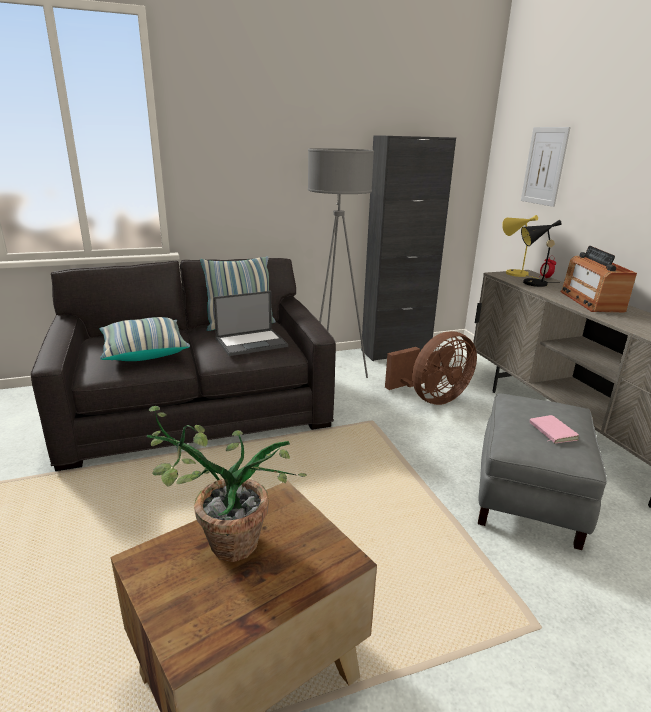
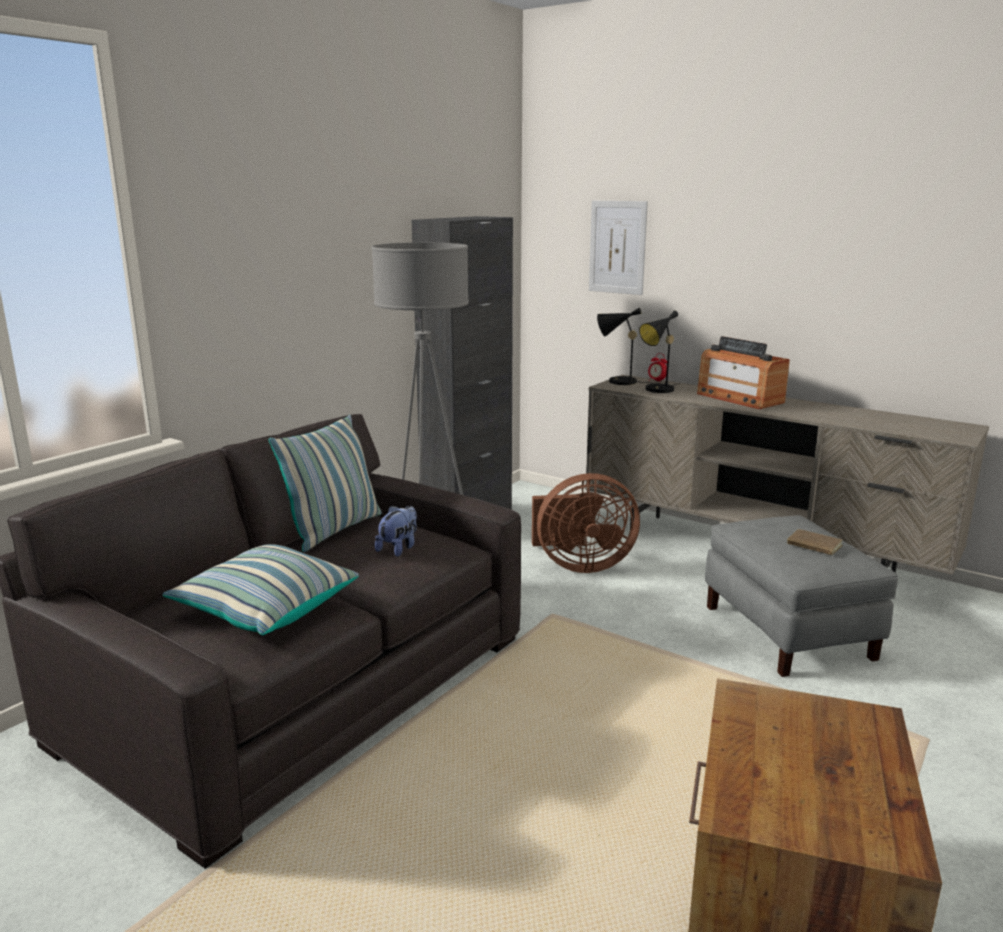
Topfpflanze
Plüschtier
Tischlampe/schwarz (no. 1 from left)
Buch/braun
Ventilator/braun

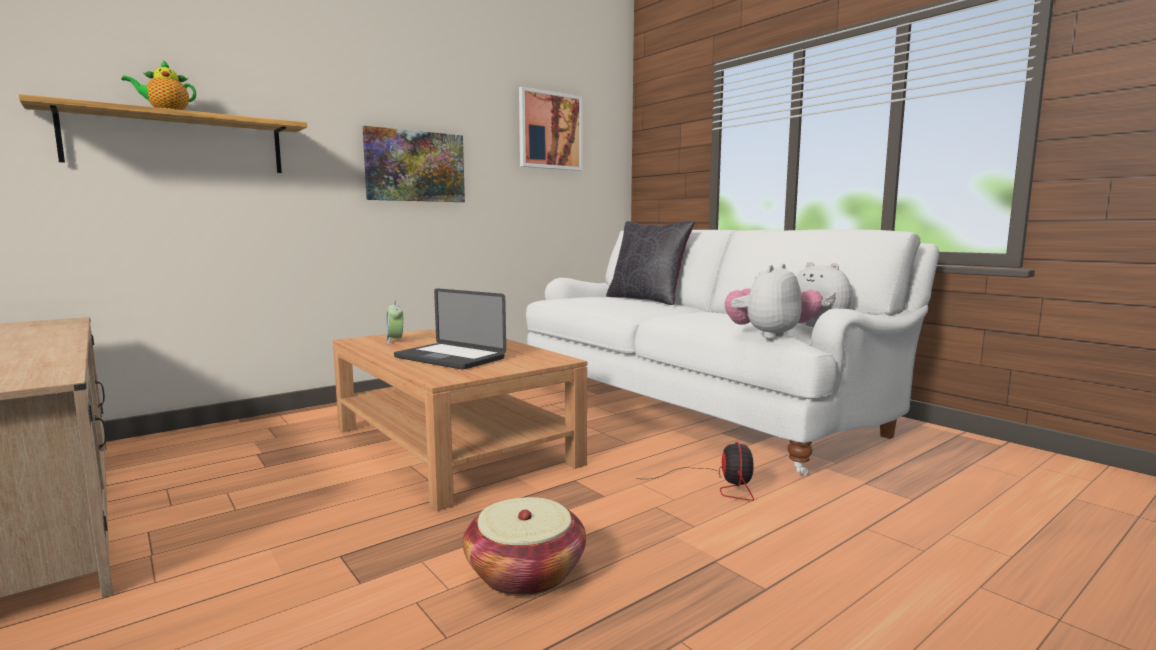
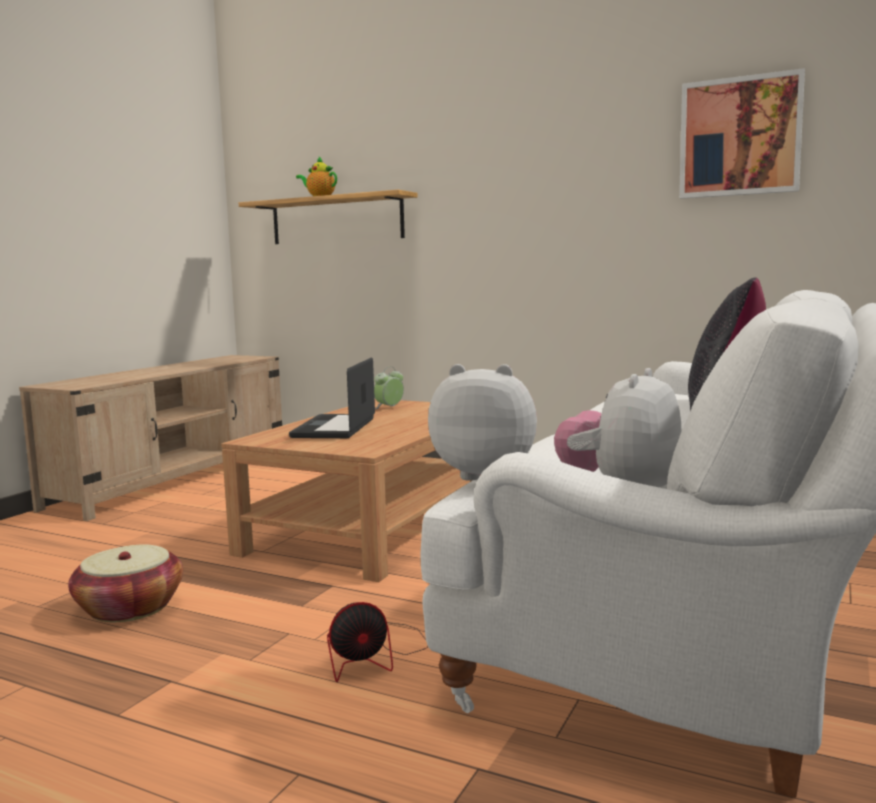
Bild (no. 1 from left in the first image)

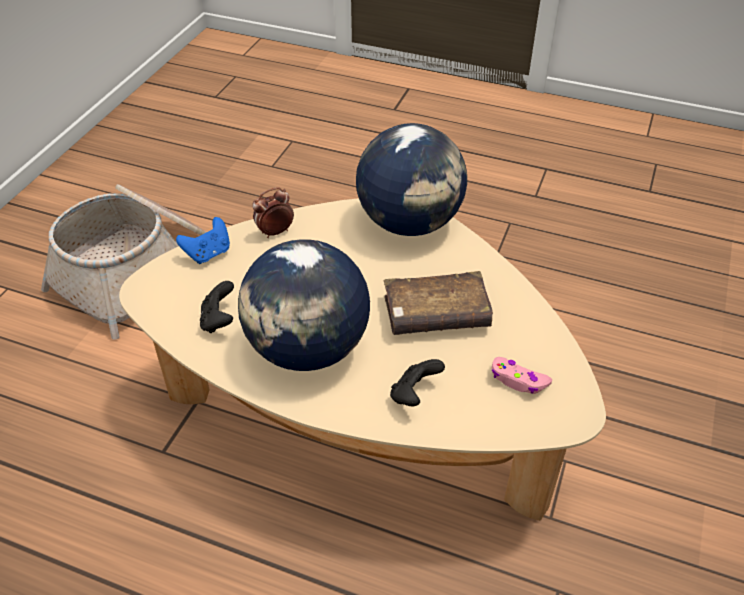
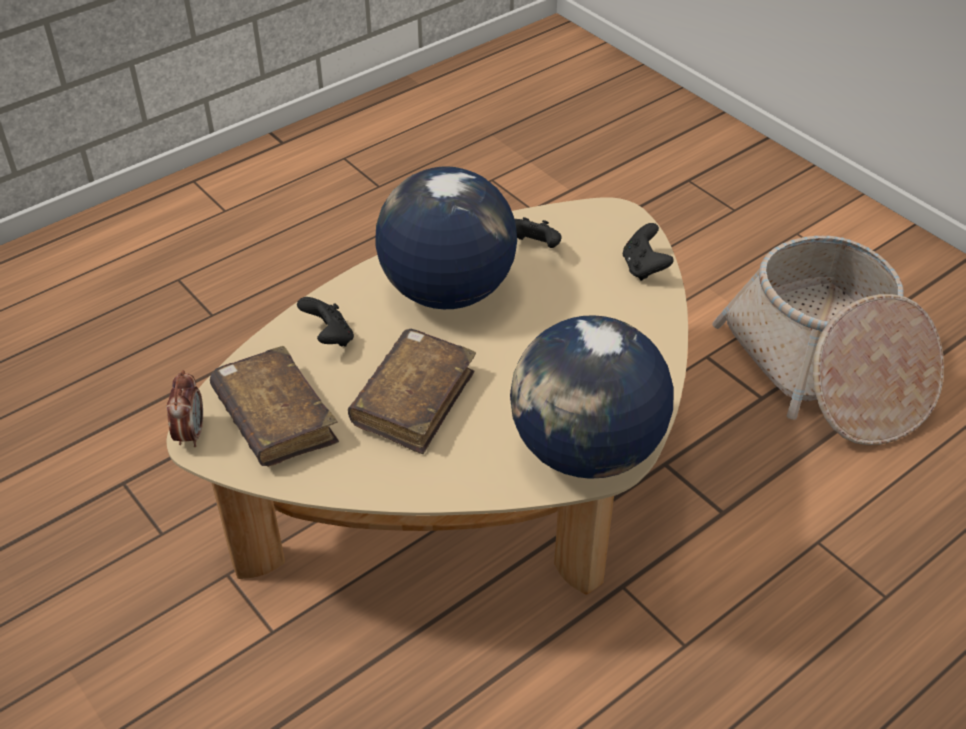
Wecker
Buch/braun (no. 1 from left)
Gamepad/schwarz (no. 3 from left)

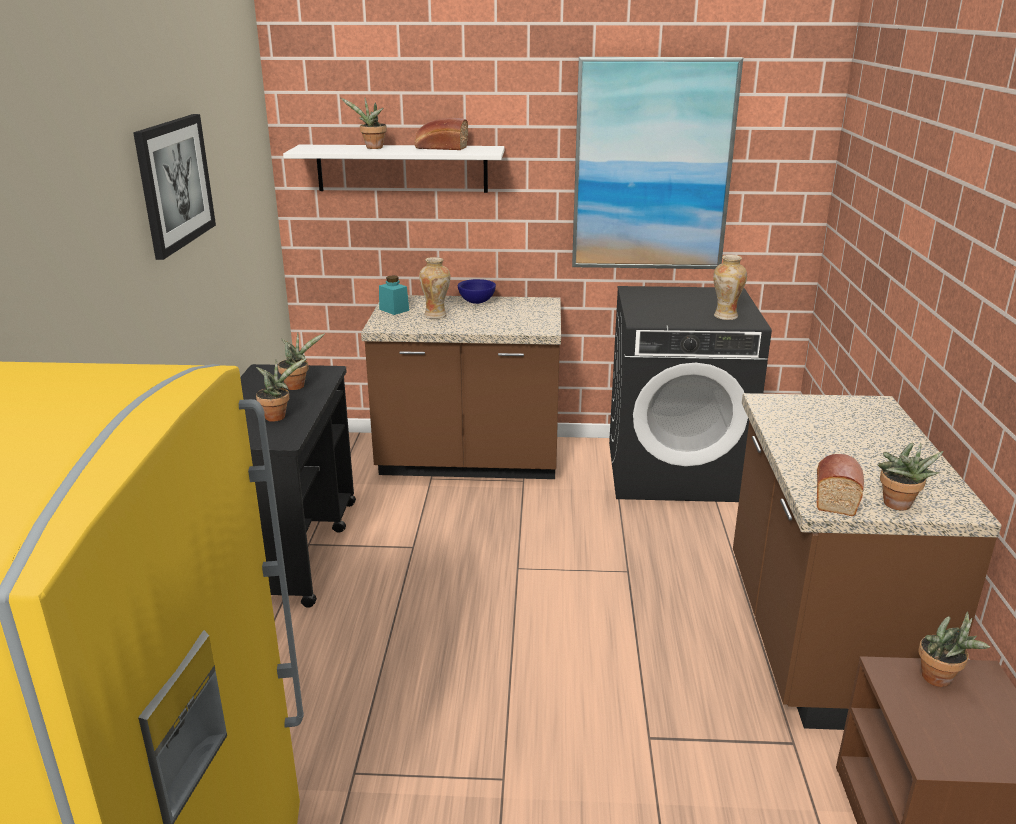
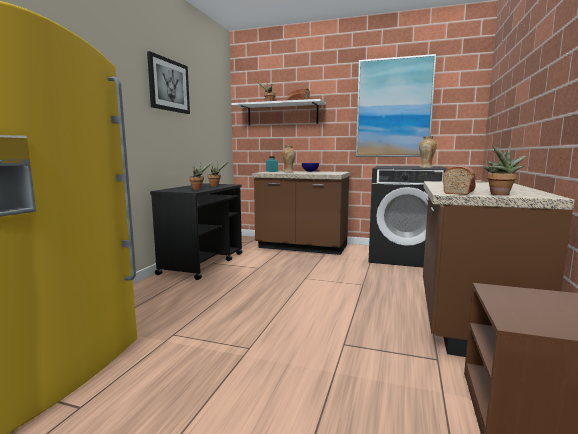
Topfpflanze (no. 5 from left in the first image)

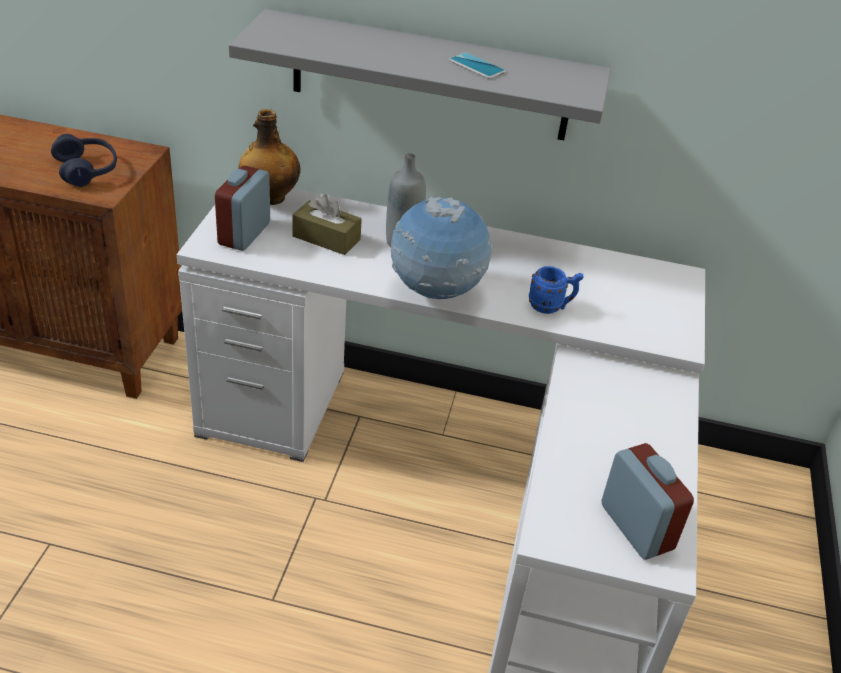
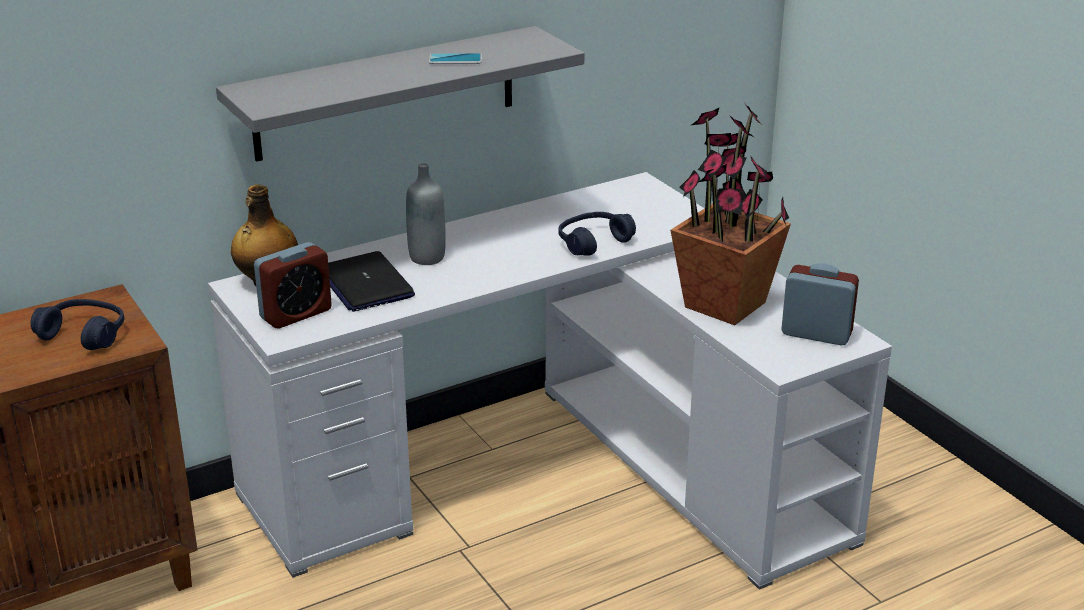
Globus
Topfpflanze
Laptop
Kopfhörer/blau (no. 2 from left)
Wecker (no. 1 from left)

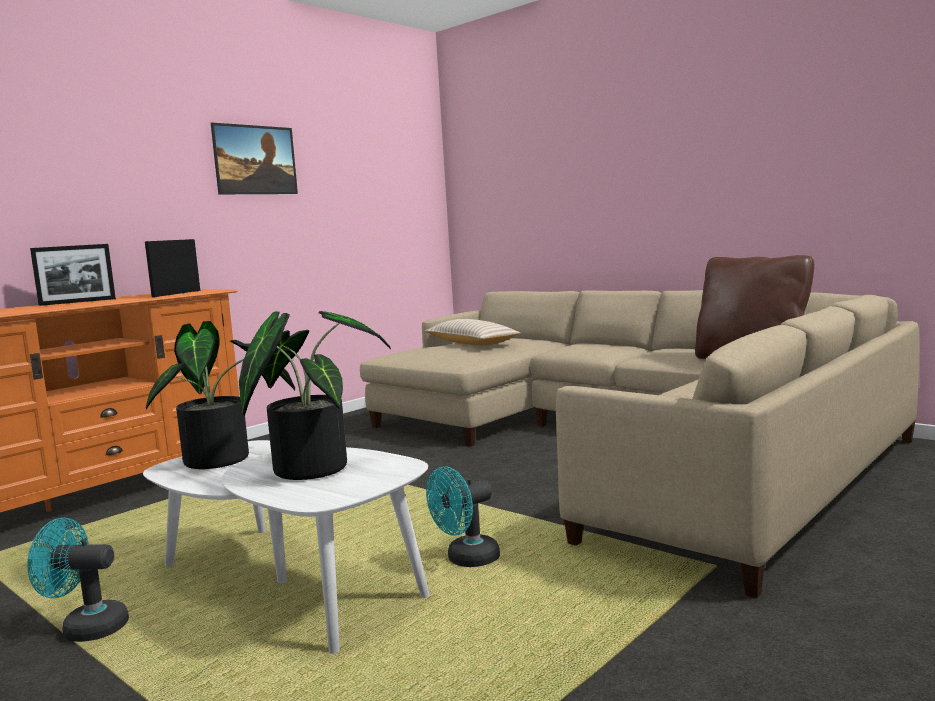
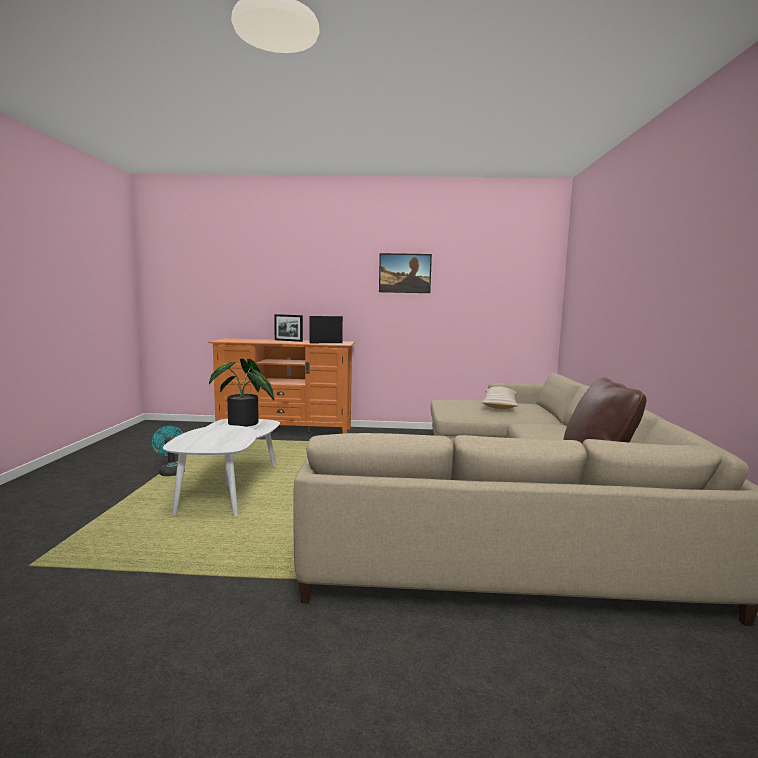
Topfpflanze (no. 2 from left in the first image)
Ventilator/türkis (no. 2 from left in the first image)

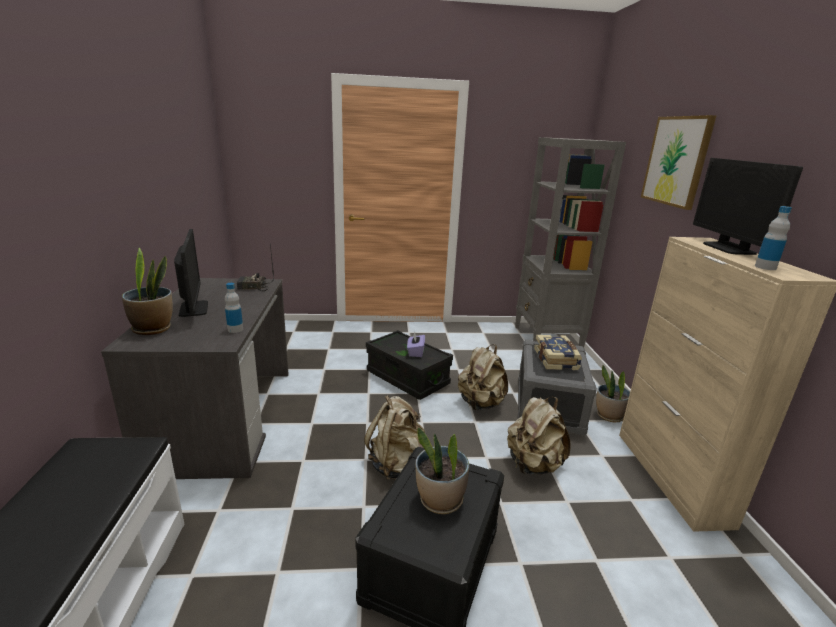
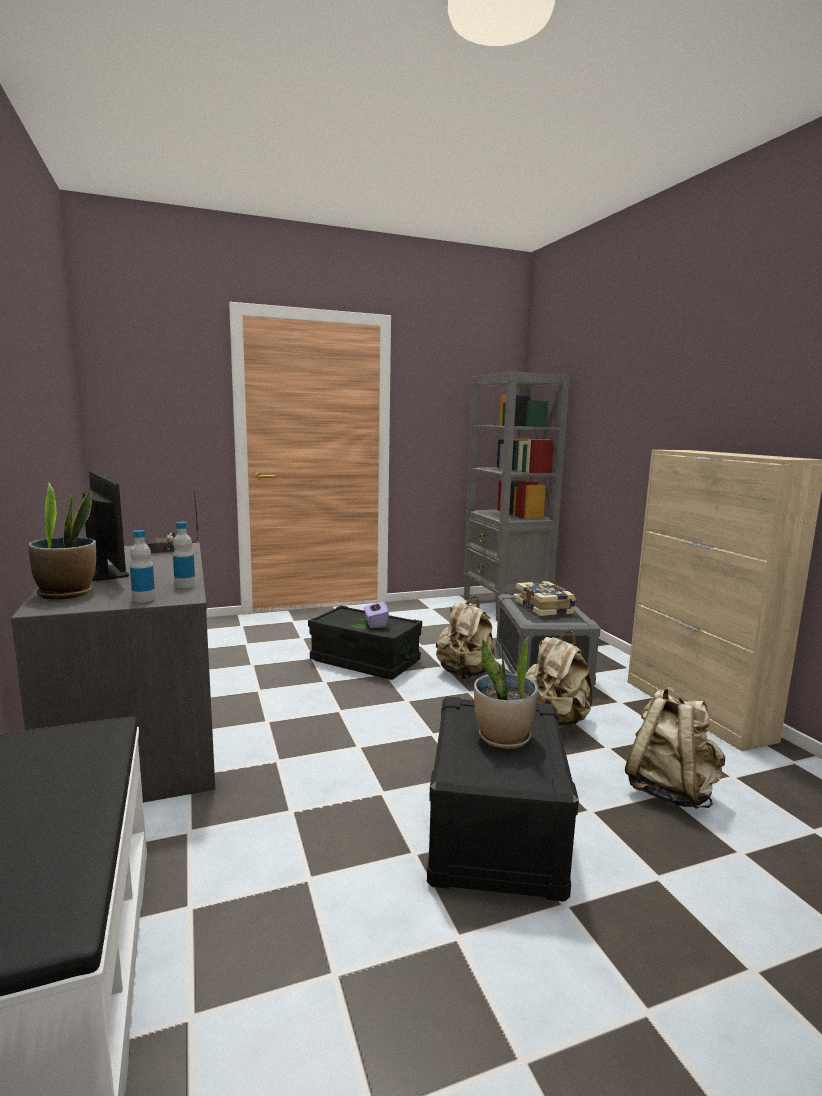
Topfpflanze (no. 3 from left in the first image)
Bild
Monitor (no. 2 from left in the first image)
Rucksack/beige (no. 3 from left)
Flasche (no. 1 from left)

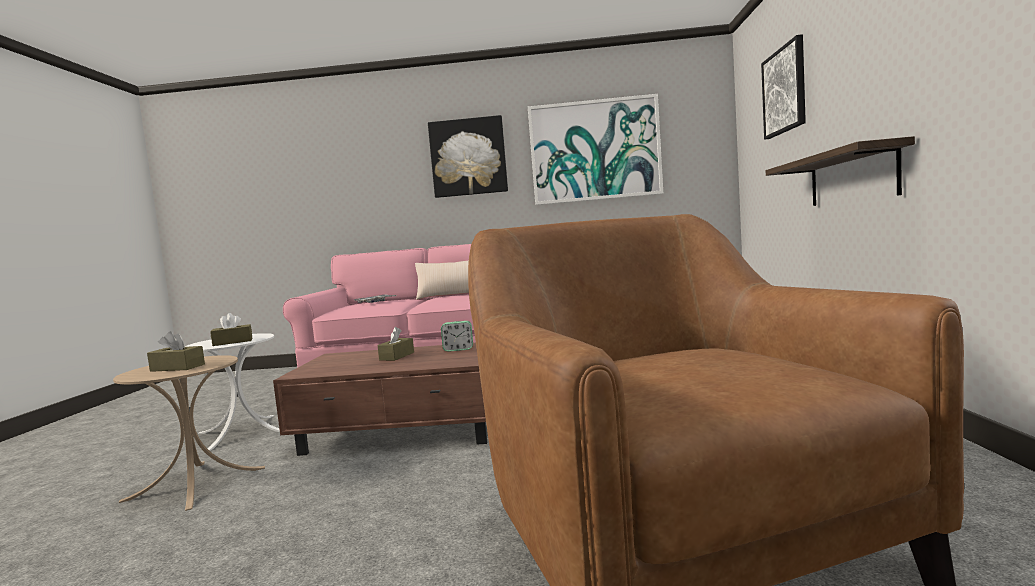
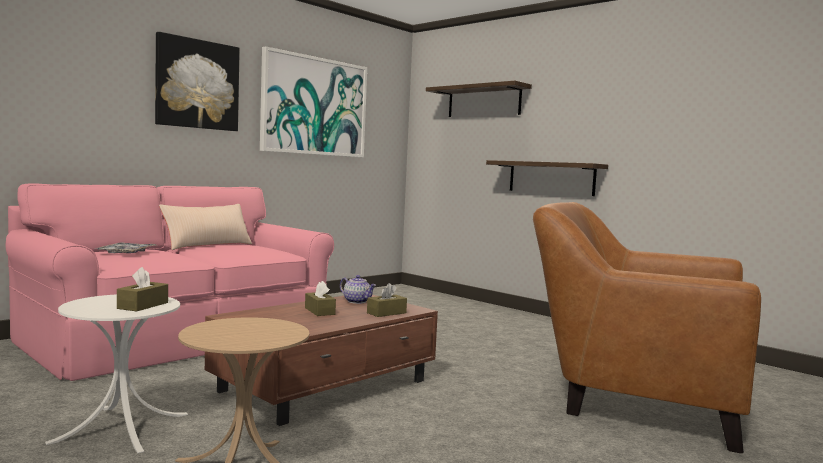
Taschentuchbox/braun (no. 3 from left)
Teekanne
Wandregal (no. 1 from left)

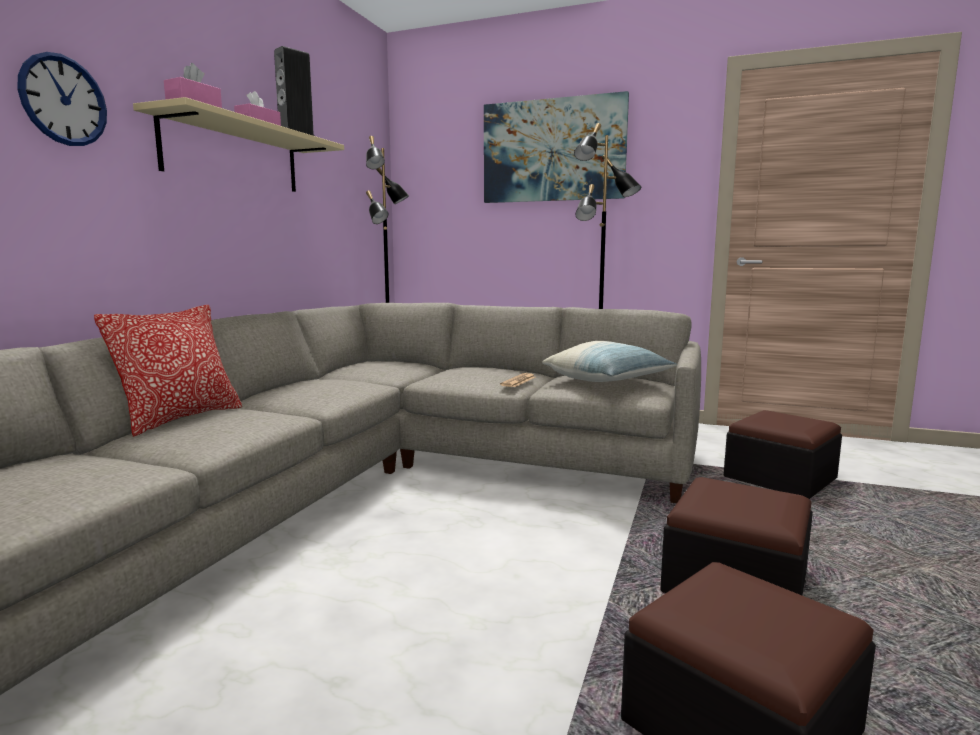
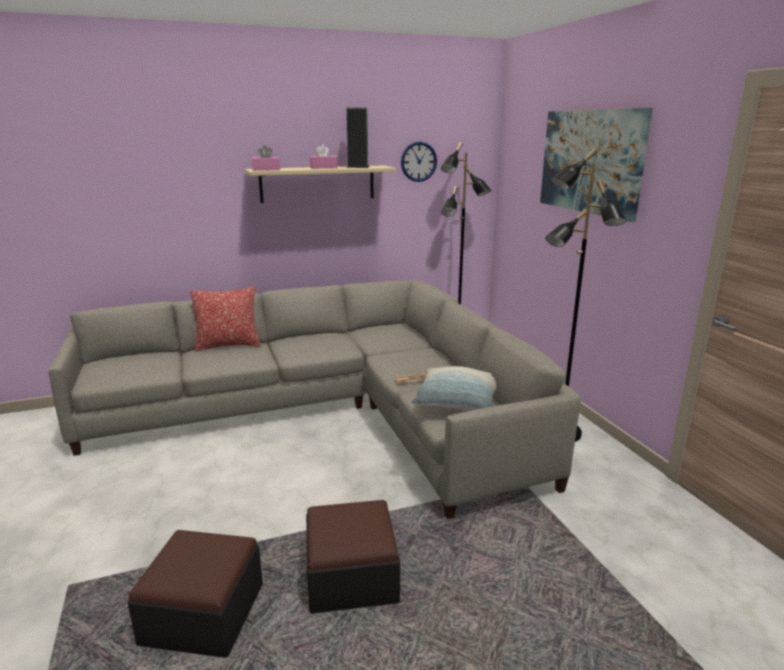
Polsterhocker (no. 3 from left in the first image)
Wanduhr

